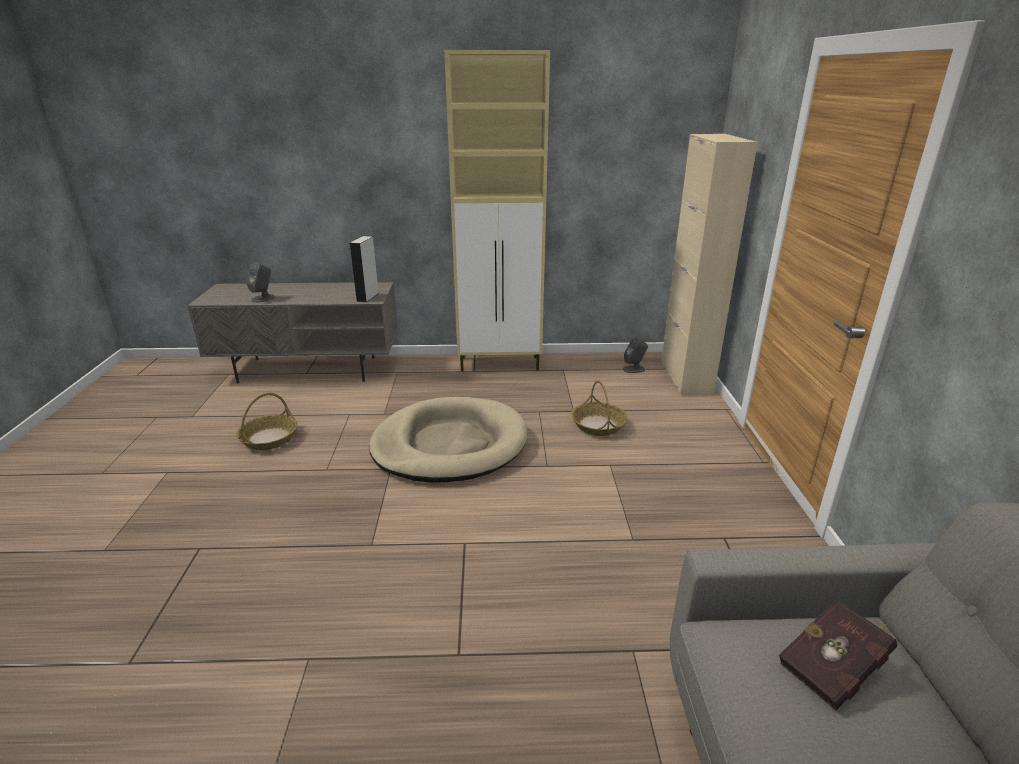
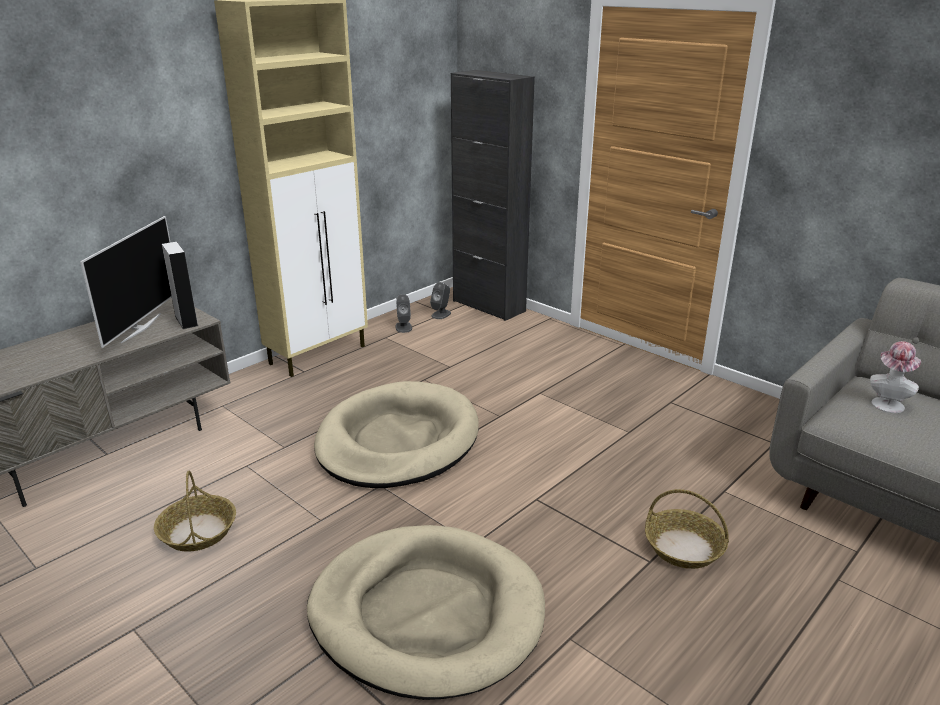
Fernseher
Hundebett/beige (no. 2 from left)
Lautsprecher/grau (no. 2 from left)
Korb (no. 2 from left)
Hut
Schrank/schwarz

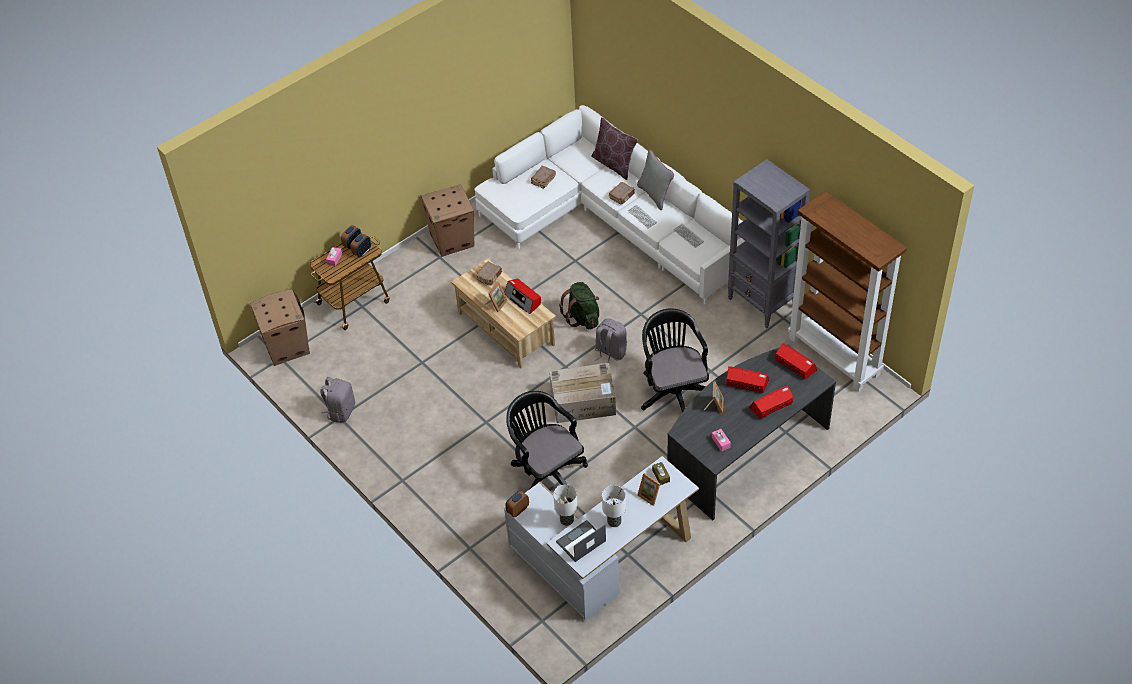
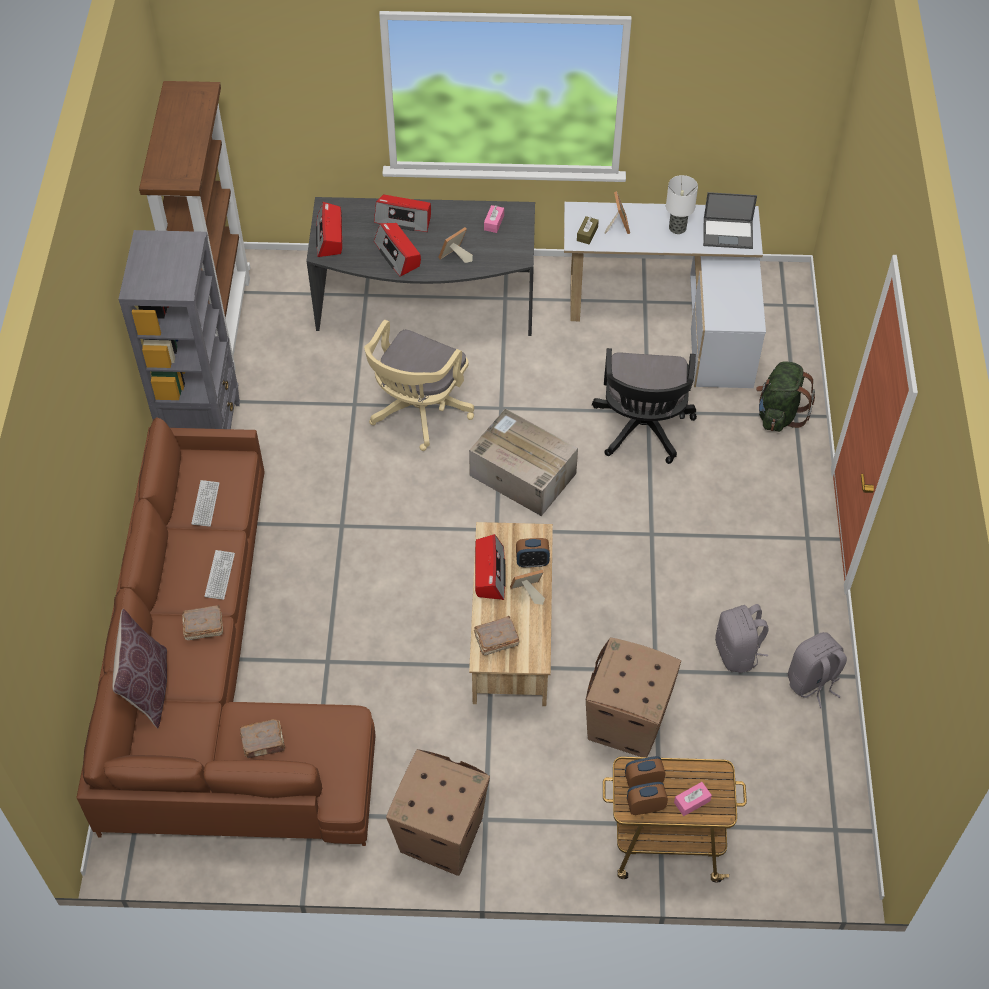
Tischlampe (no. 1 from left in the first image)
Kissen/grau
Karton (no. 3 from left)
Wecker (no. 1 from left)
Rucksack/grün
Rucksack/grau (no. 1 from left)
Sofa/braun
Bürostuhl/beige

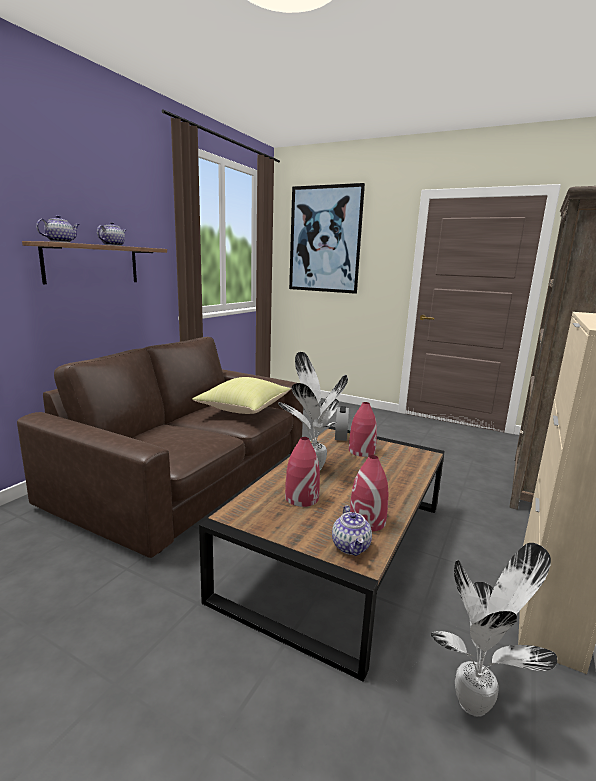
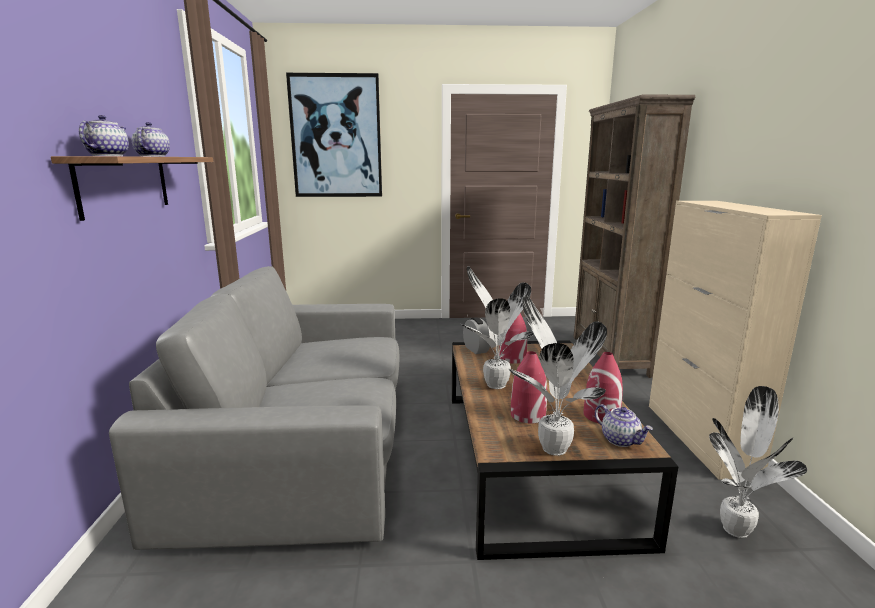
Kissen/gelb
Topfpflanze (no. 2 from left)
Sofa/grau

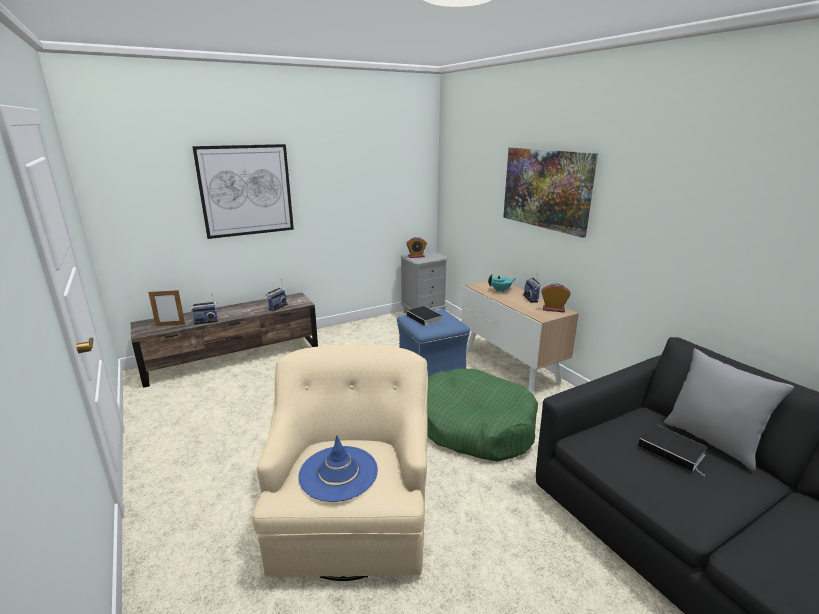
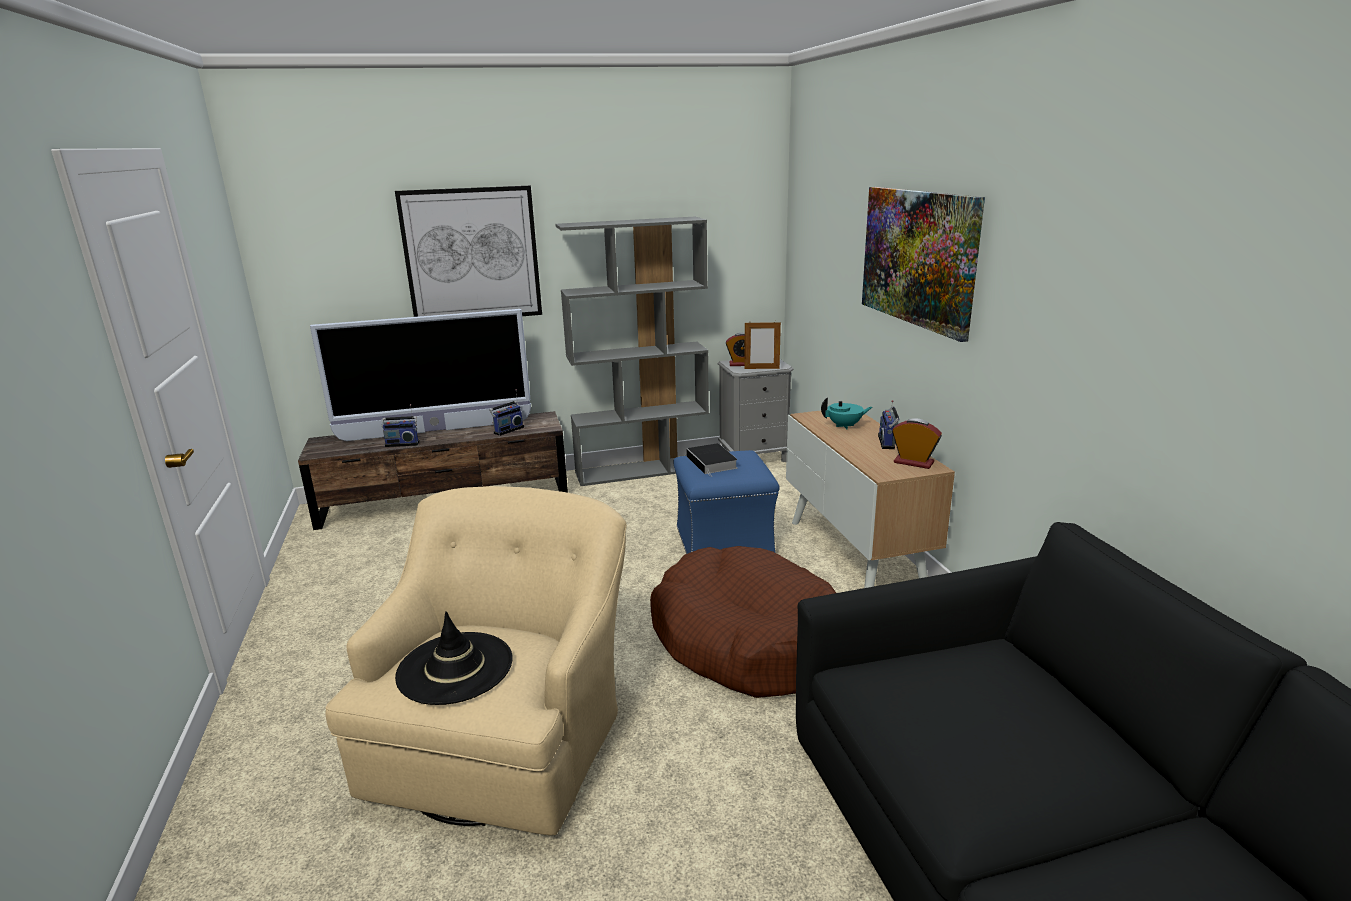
Buch (no. 2 from left in the first image)
Kissen/grau
Fernseher
Bücherregal/grau
Bilderrahmen
Hut/schwarz
Hundebett/braun

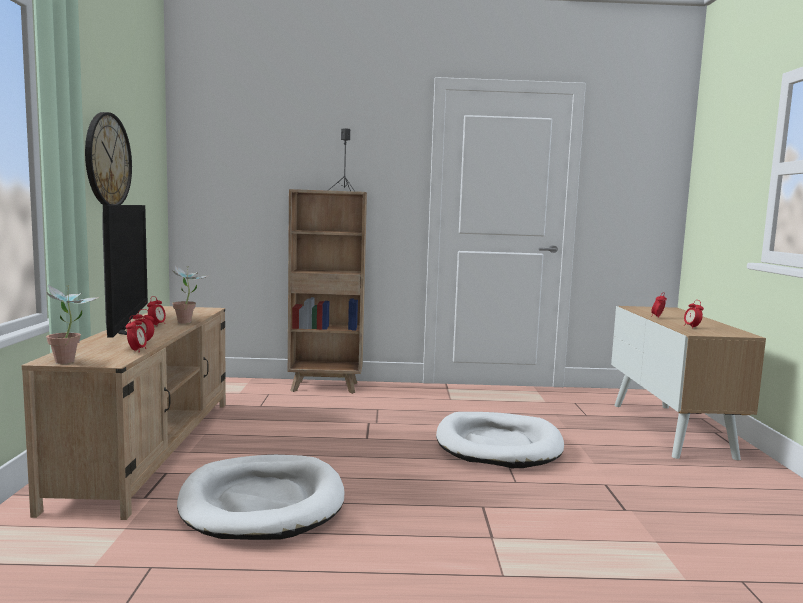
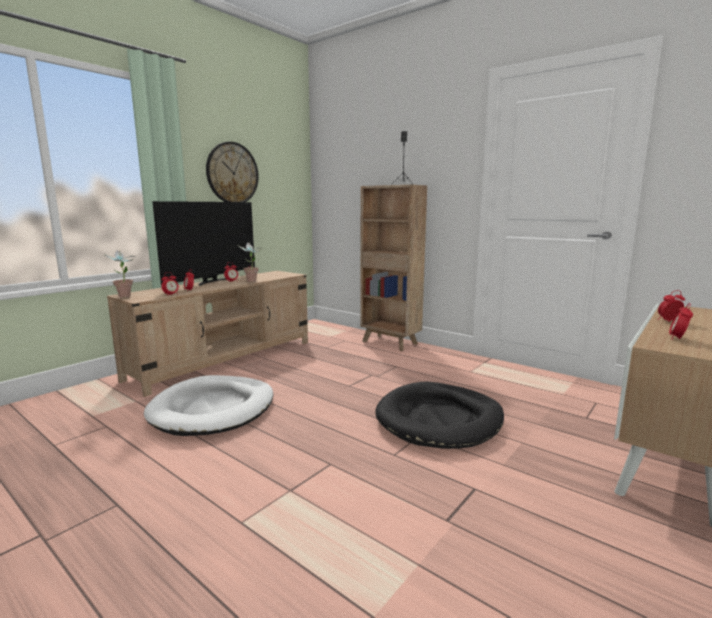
Hundebett/schwarz

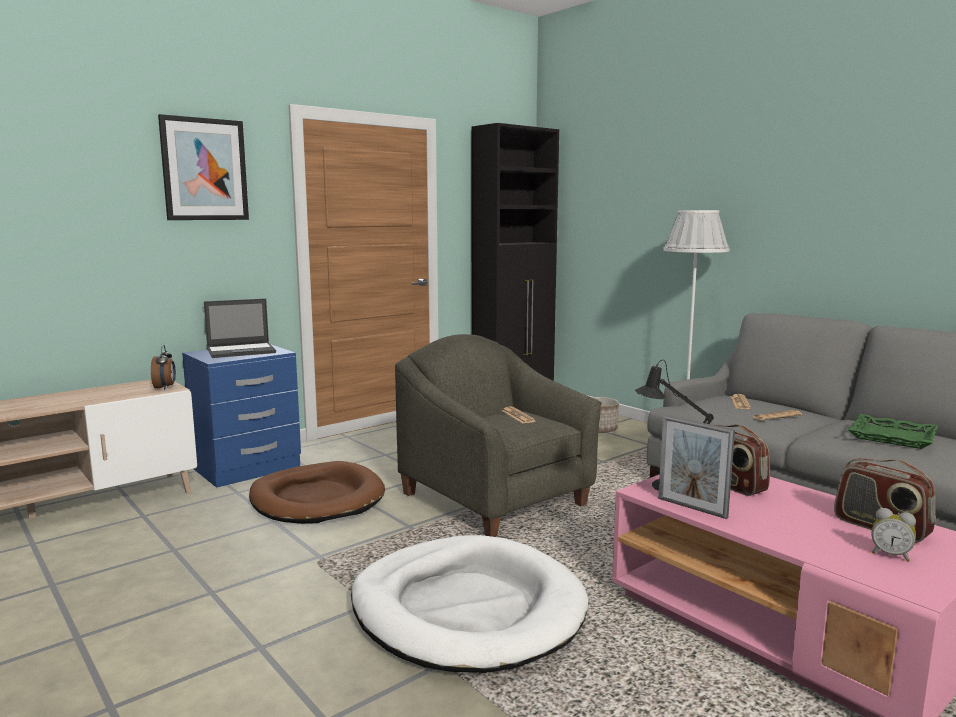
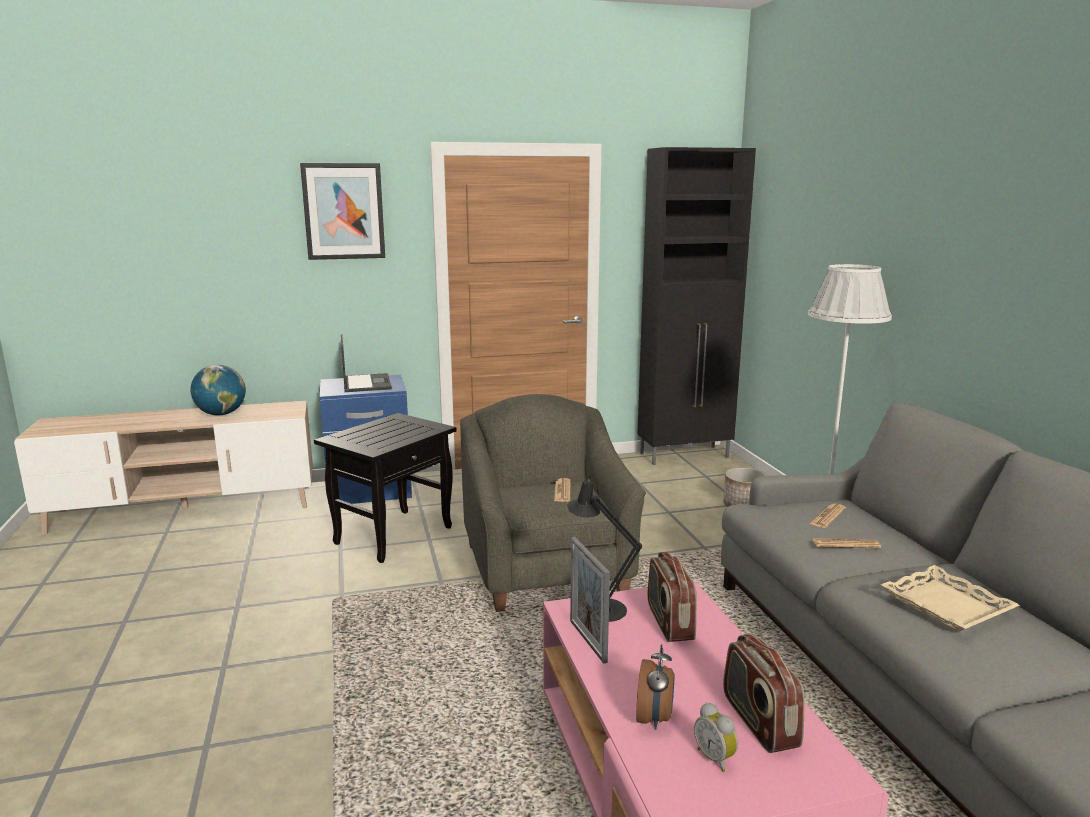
Hundebett/weiß
Globus
Wecker (no. 1 from left)
Beistelltisch/schwarz
Tablett/beige
Laptop

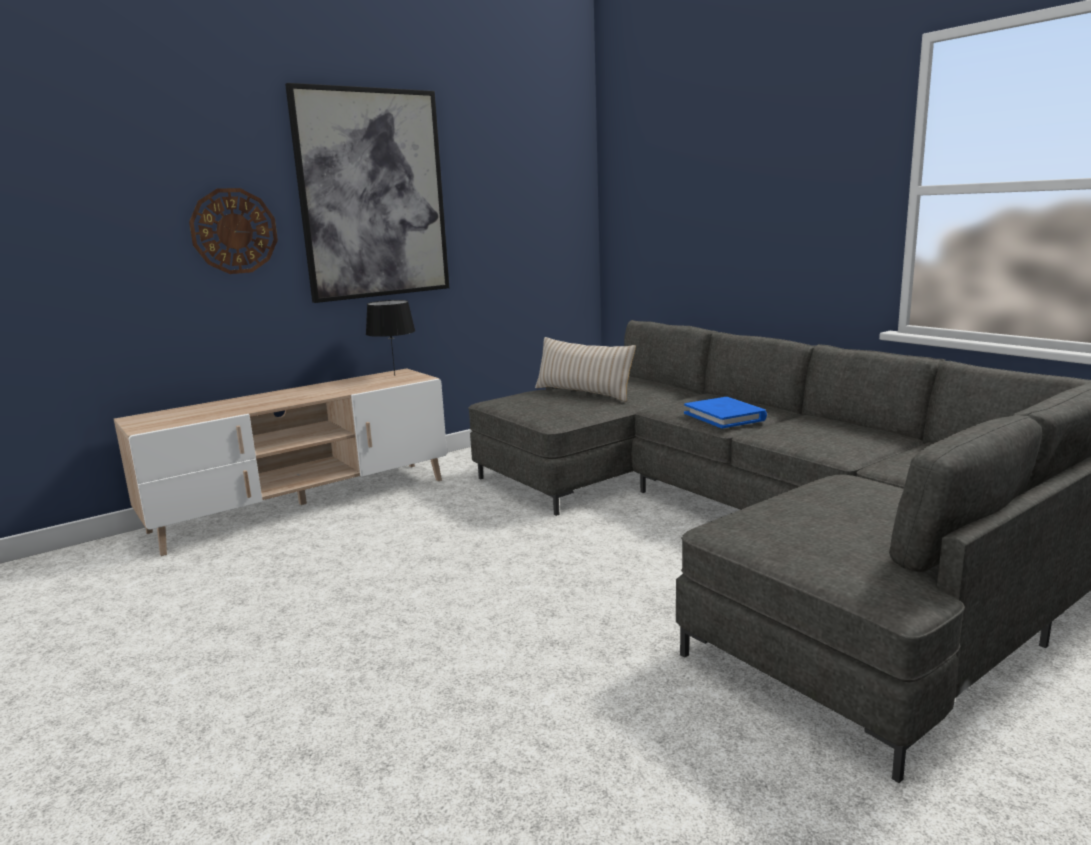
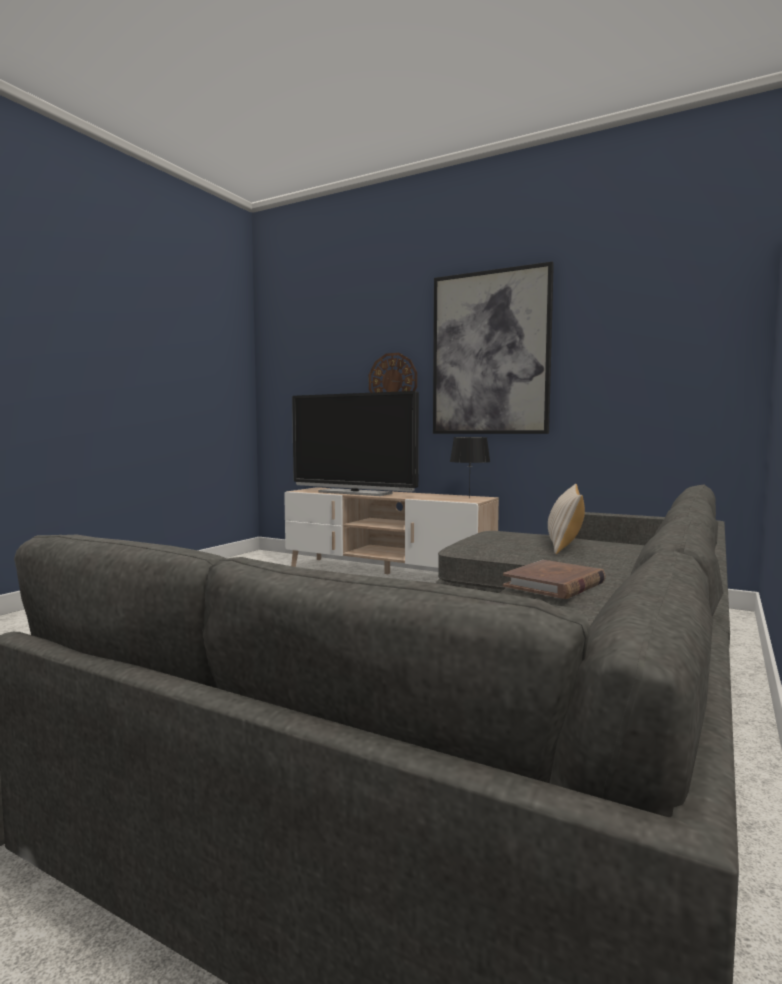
Fernseher
Buch/braun

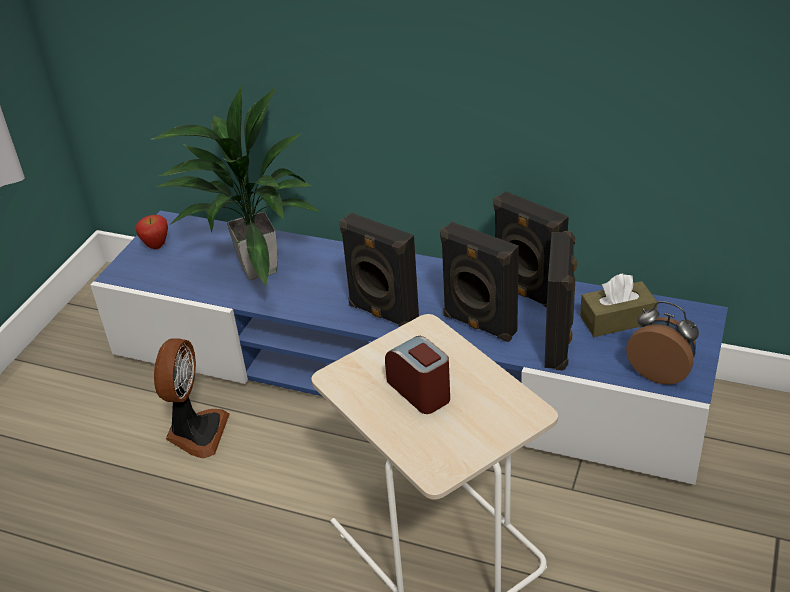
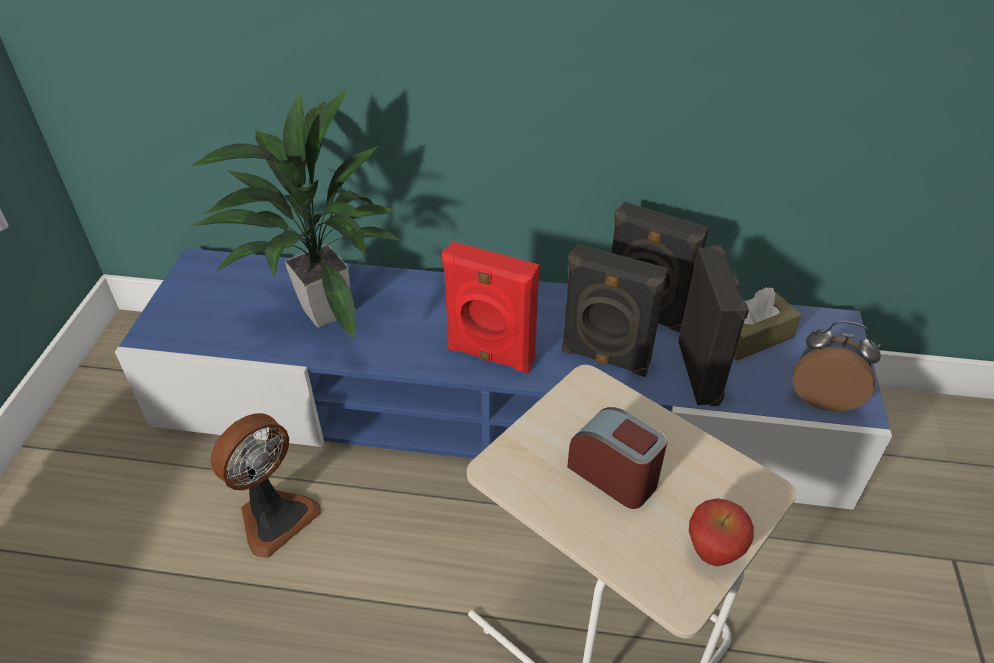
Apfel
Lautsprecher/rot
Ventilator

